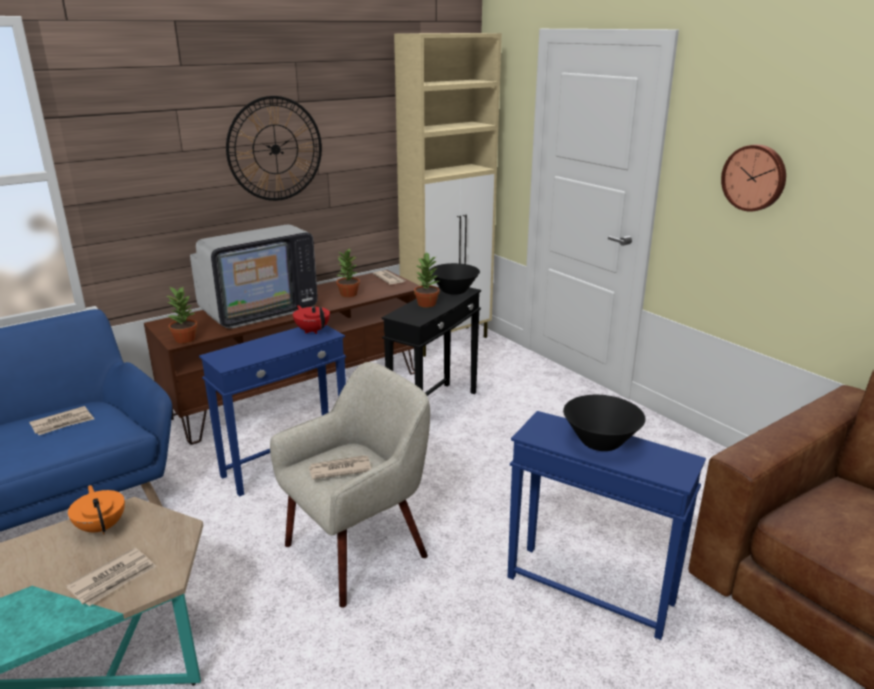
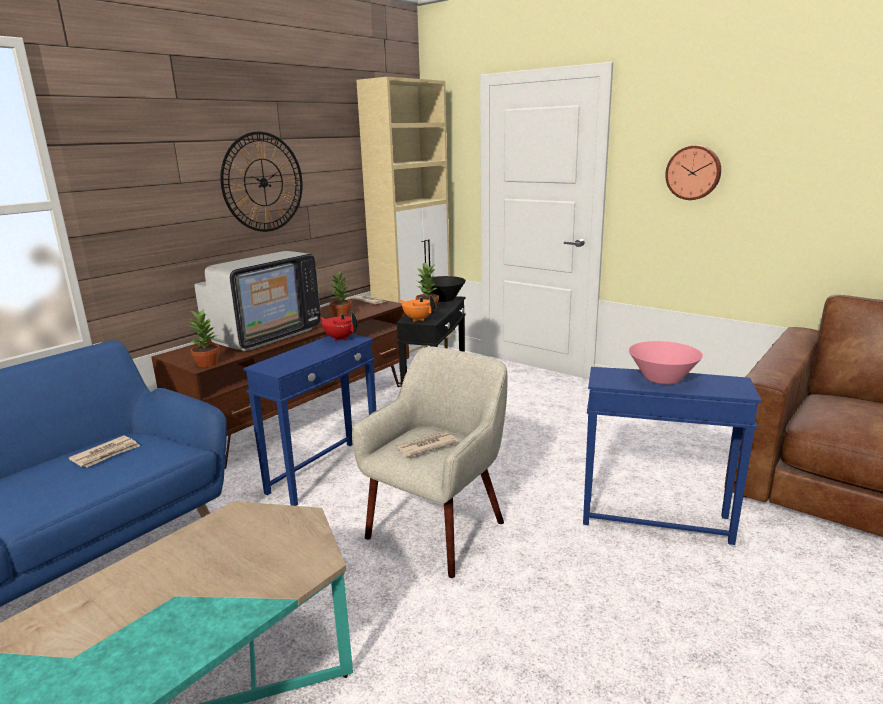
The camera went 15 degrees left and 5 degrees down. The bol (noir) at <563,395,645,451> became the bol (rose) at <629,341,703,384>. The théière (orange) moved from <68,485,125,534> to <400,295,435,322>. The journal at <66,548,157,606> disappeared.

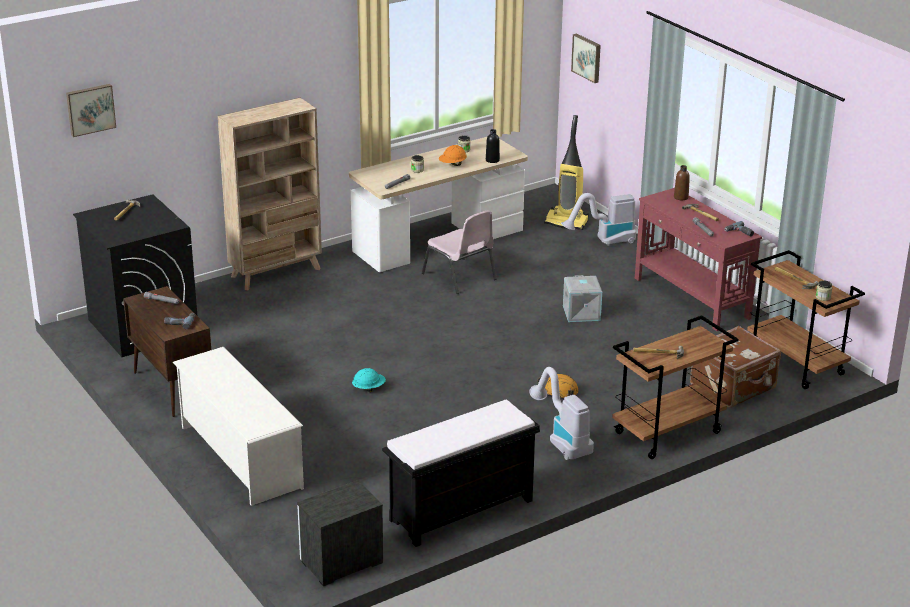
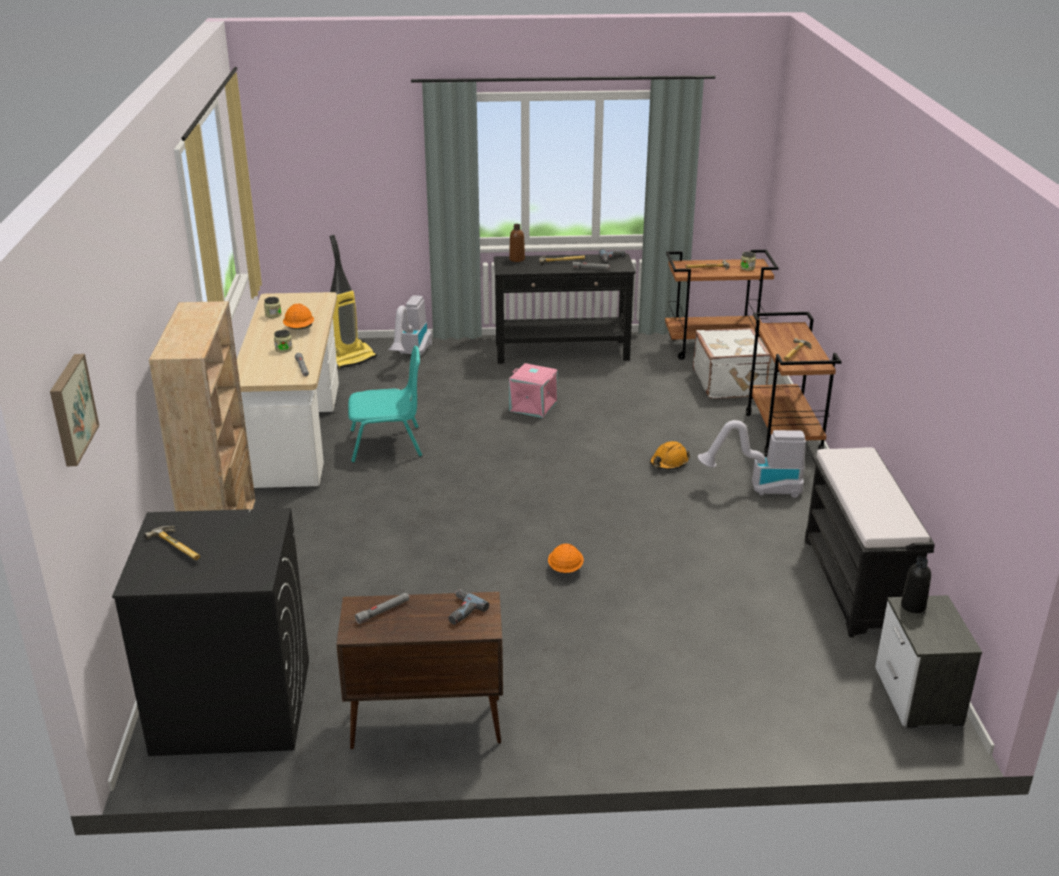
The camera went 60 degrees left and 0 degrees up. The tableau at <571,33,601,83> disappeared. The bouteille (noir) moved from <486,129,500,163> to <901,557,931,613>. The table console (rouge) at <635,188,762,331> became the table console (noir) at <494,254,635,364>. The chaise (rose) at <422,211,497,294> became the chaise (turquoise) at <348,346,422,463>. The boîte de rangement (gris) at <563,275,602,322> became the boîte de rangement (rose) at <509,363,558,418>. The valise (marron) at <690,326,781,408> became the valise (blanc) at <693,328,771,399>. The étagère à chaussures (blanc) at <173,347,304,506> disappeared. The casque de chantier (turquoise) at <352,368,386,392> became the casque de chantier (orange) at <548,544,584,573>.

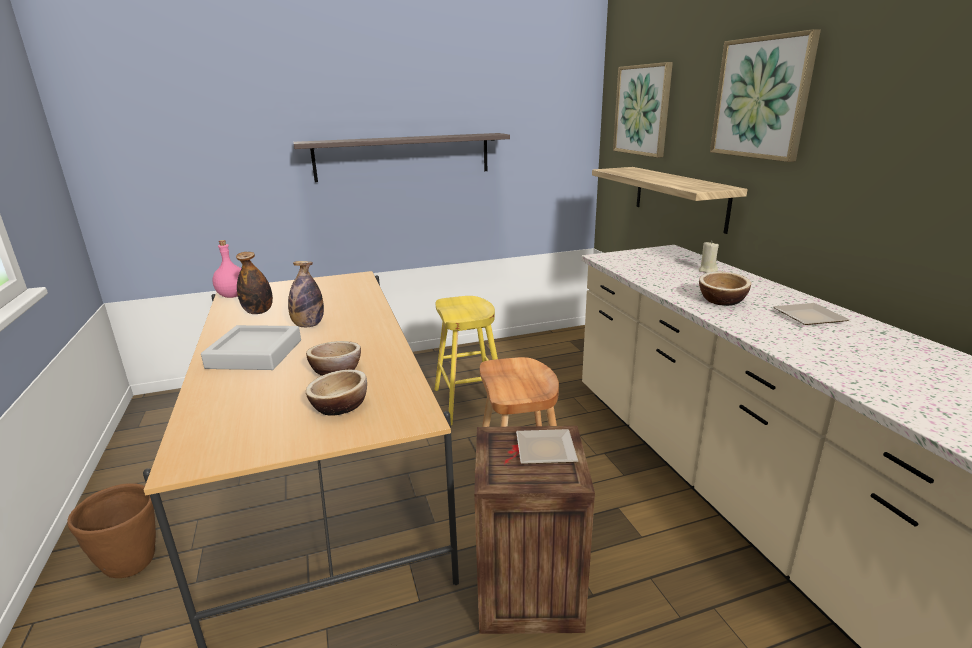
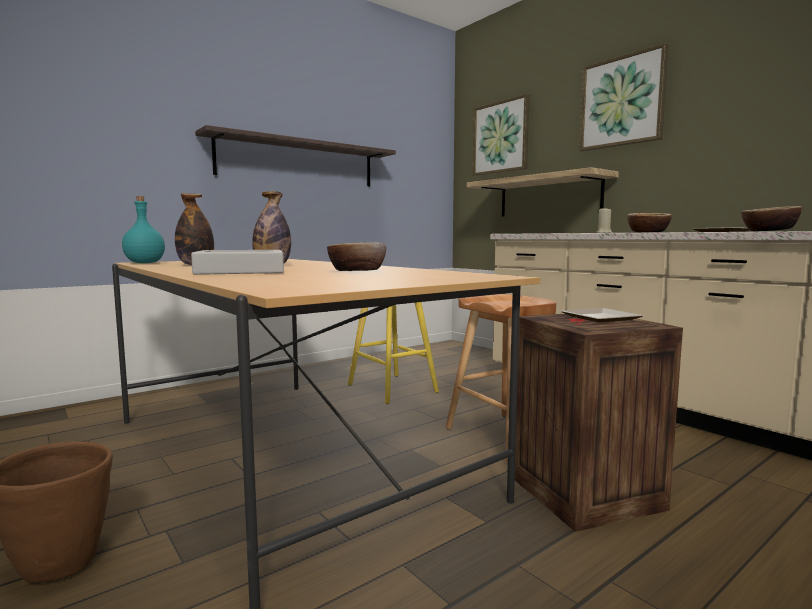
The camera went 20 degrees left and 15 degrees down. The bouteille (rose) at <212,240,241,298> became the bouteille (turquoise) at <122,196,165,263>. The bol moved from <306,370,367,416> to <741,206,802,231>.

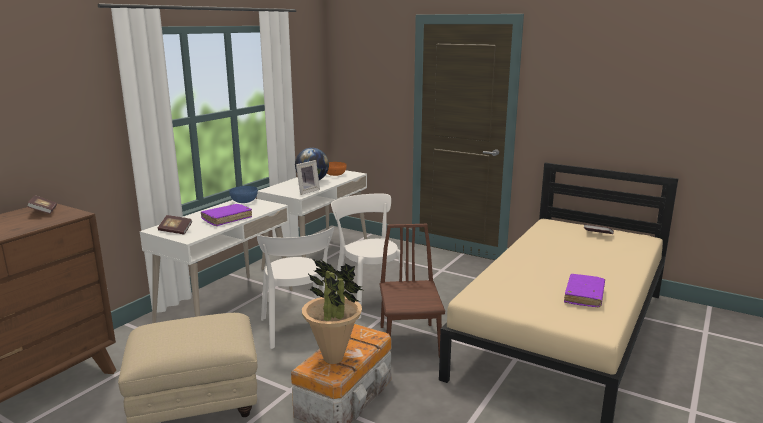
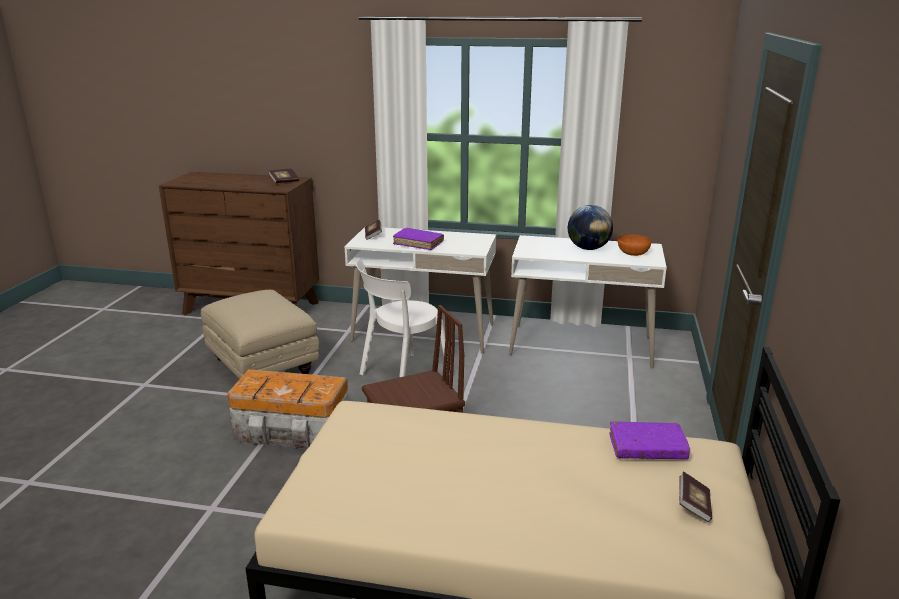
The camera went 70 degrees right and 5 degrees up. The cadre photo at <296,160,320,195> disappeared. The bol (bleu) at <229,186,258,203> disappeared. The chaise (blanc) at <331,194,406,319> disappeared. The plante en pot at <302,258,362,364> disappeared. The livre (violet) moved from <564,274,605,307> to <609,421,690,459>.

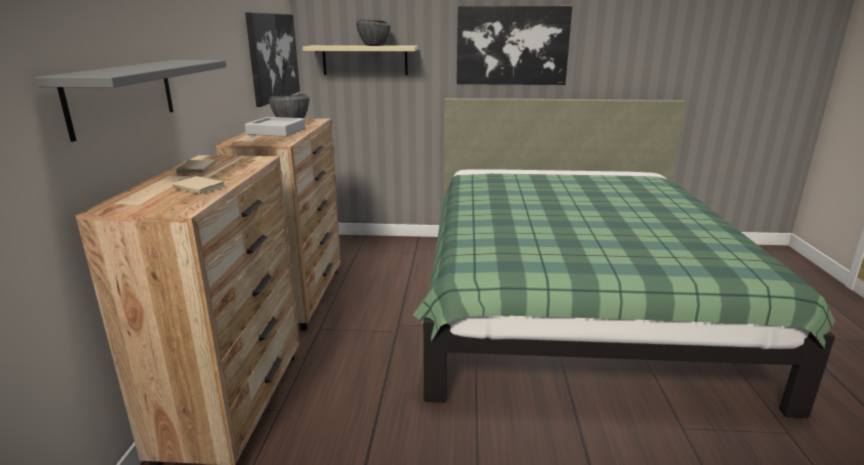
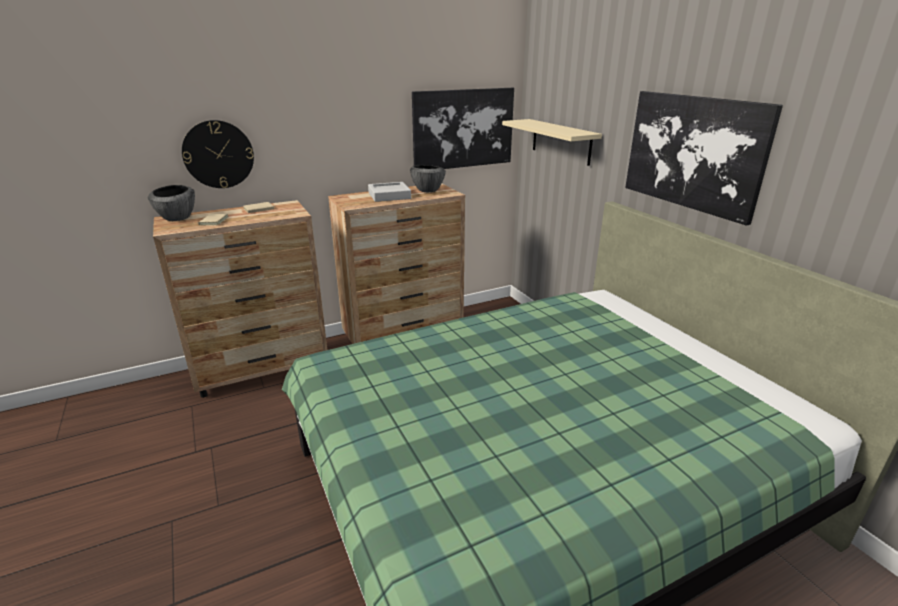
The camera went 60 degrees right and 5 degrees up. The bol moved from <356,20,390,46> to <148,185,195,221>. The étagère (gris) at <35,60,226,142> was replaced by the horloge murale at <182,120,254,188>.

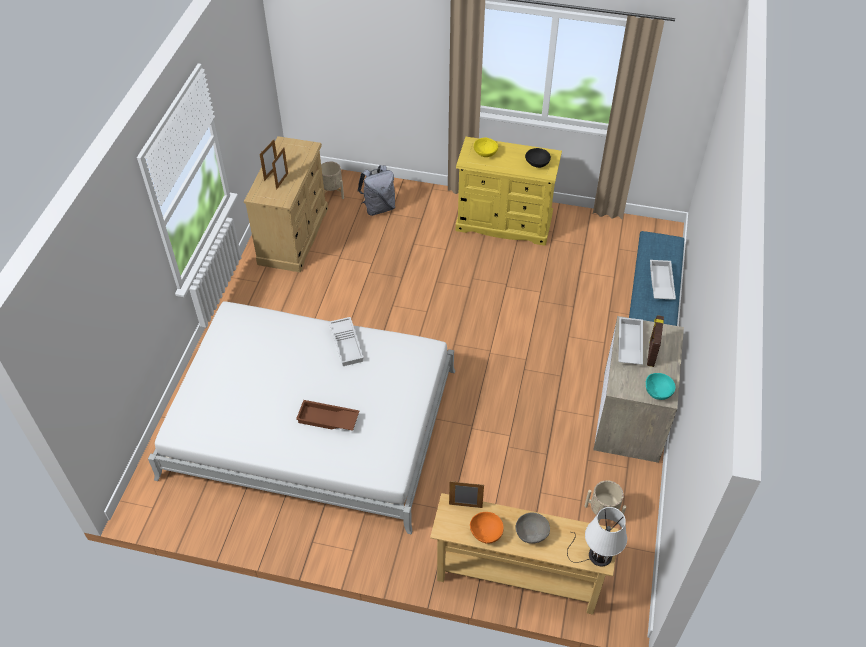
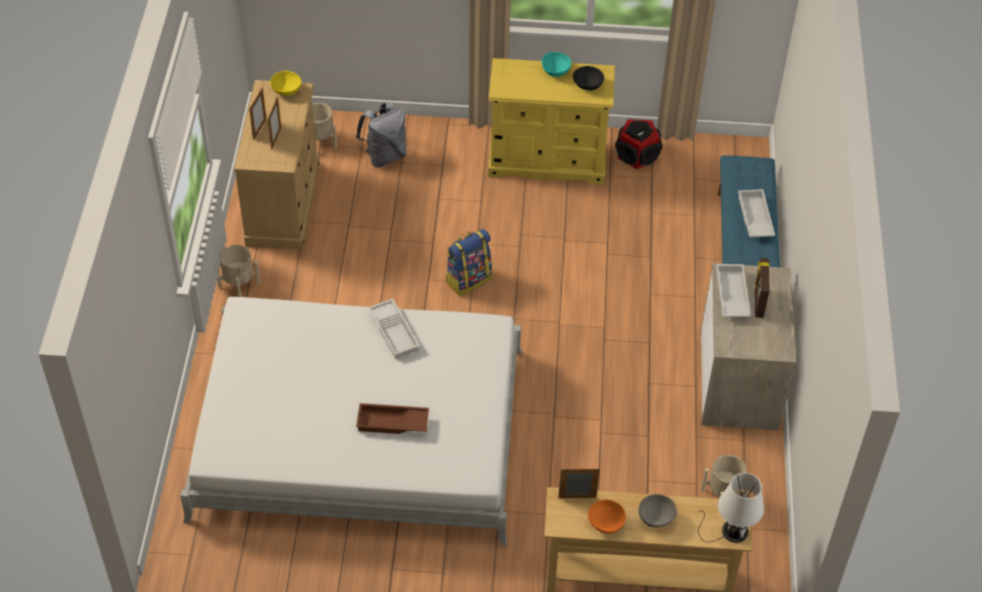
The camera went 10 degrees left and 0 degrees up. The bol (jaune) moved from <474,138,498,157> to <270,71,302,96>. The bol (turquoise) moved from <646,373,675,400> to <542,52,571,77>. The enceinte at <615,119,663,169> appeared. The sac à dos at <446,229,492,296> appeared. The cache-pot (beige) at <217,245,261,297> appeared.

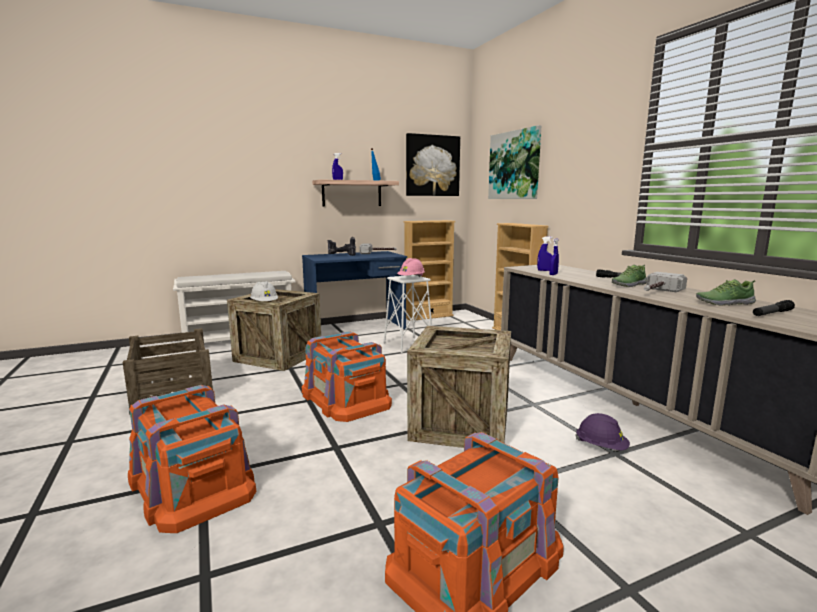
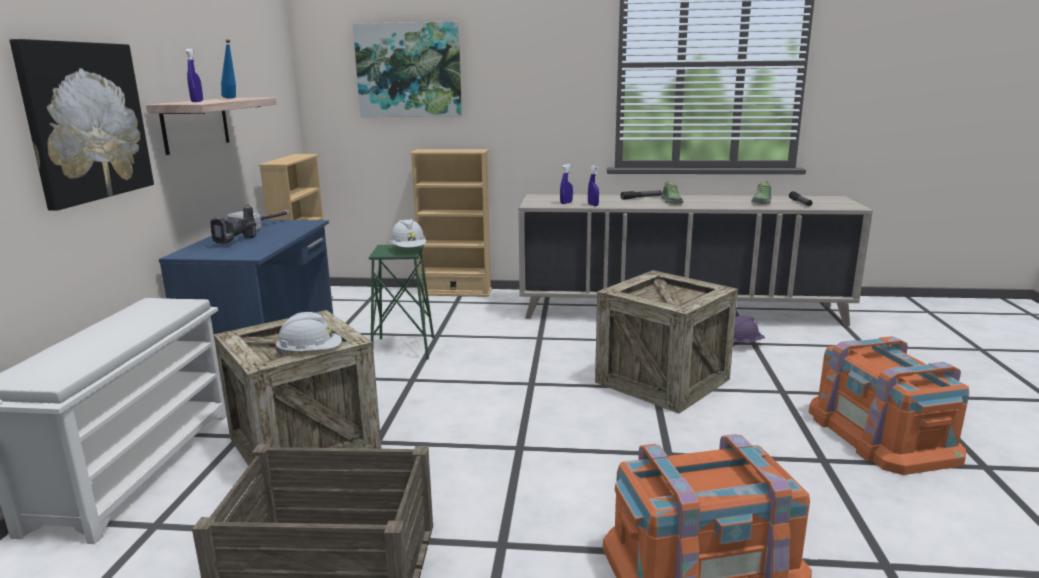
The camera went 60 degrees left and 5 degrees up. The tableau moved from <406,133,460,196> to <9,39,154,211>. The casque de chantier (rose) at <397,258,425,277> became the casque de chantier (blanc) at <390,219,426,247>. The marteau at <644,272,687,292> disappeared. The tabouret (blanc) at <384,275,432,353> became the tabouret (vert) at <369,245,434,359>. The boîte de rangement (orange) at <302,331,392,422> disappeared.

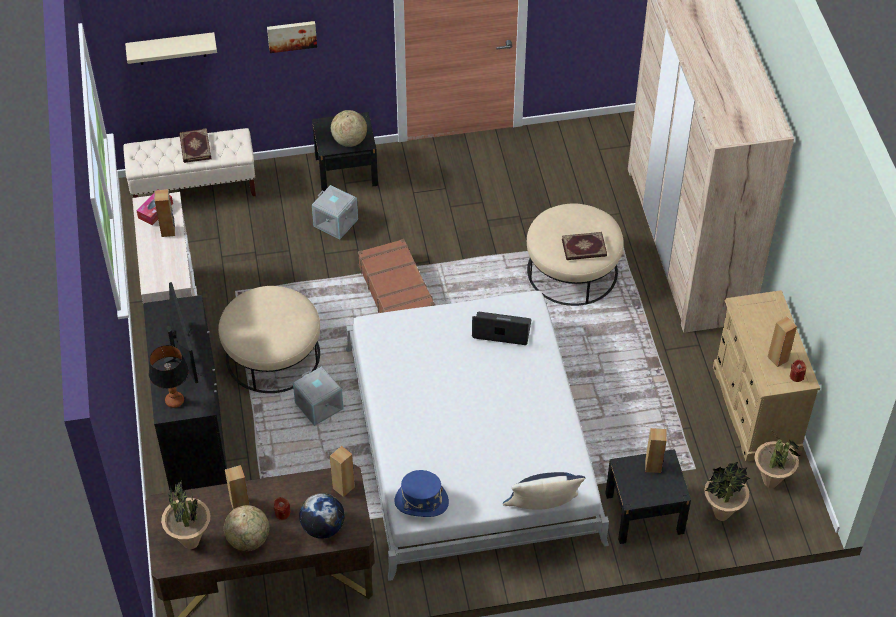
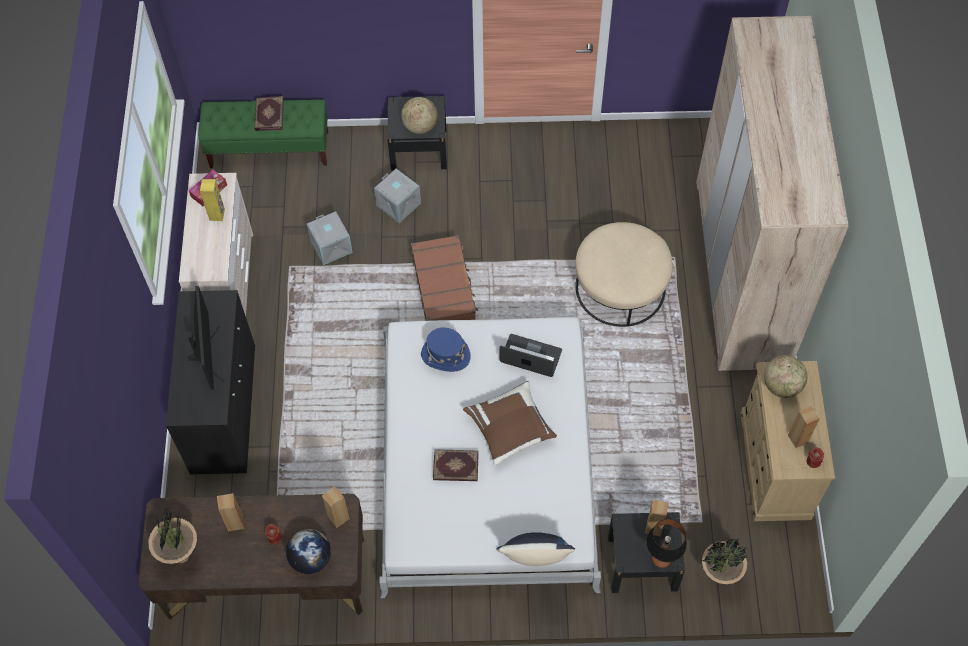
The camera went 10 degrees right and 10 degrees up. The tableau at <267,21,317,53> disappeared. The étagère (beige) at <125,32,217,65> disappeared. The banc (beige) at <123,128,256,198> became the banc (vert) at <198,99,328,168>. The enceinte (marron) at <155,189,175,237> became the enceinte (jaune) at <200,179,225,221>. The livre moved from <562,232,607,260> to <433,449,479,481>. The pouf (beige) at <218,286,320,393> disappeared. The lampe de table moved from <149,345,189,408> to <646,519,687,568>. The boîte de rangement (gris) moved from <293,366,344,426> to <307,211,353,265>. The plante en pot at <754,432,800,488> disappeared. The chapeau (bleu) moved from <394,470,449,517> to <421,327,471,372>. The globe moved from <224,505,269,551> to <764,355,807,398>. The coussin (marron) at <463,381,557,465> appeared.

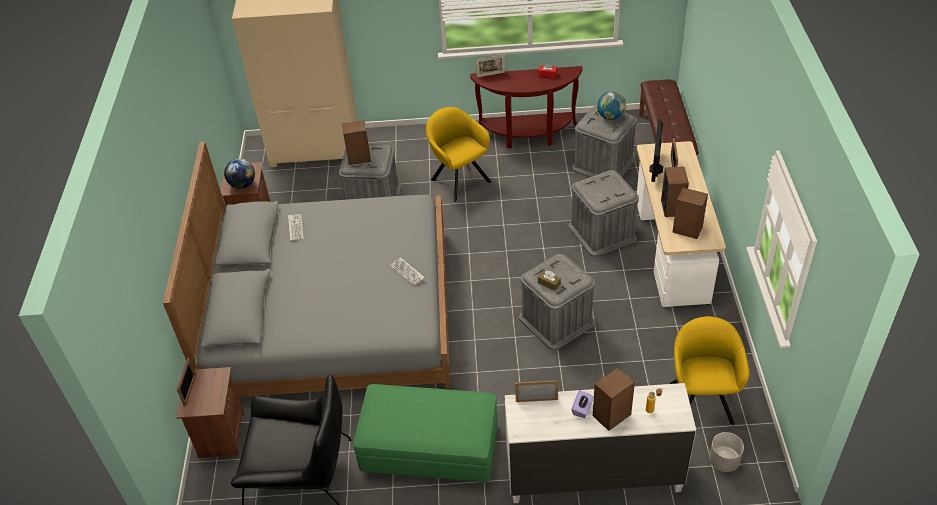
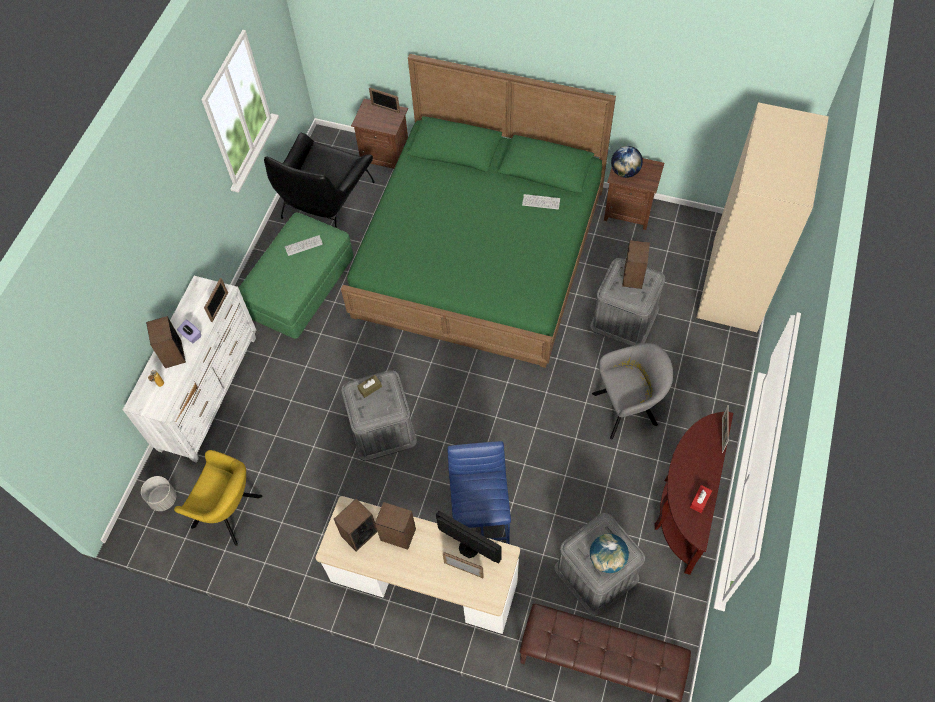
The camera went 110 degrees right and 15 degrees up. The fauteuil (jaune) at <426,107,491,202> became the fauteuil (gris) at <592,343,673,439>. The lit (gris) at <163,142,450,397> became the lit (vert) at <341,54,616,368>. The boîte de rangement (gris) at <569,170,639,257> was replaced by the tabouret (bleu) at <447,441,511,544>. The clavier moved from <390,257,425,286> to <285,235,323,256>.

